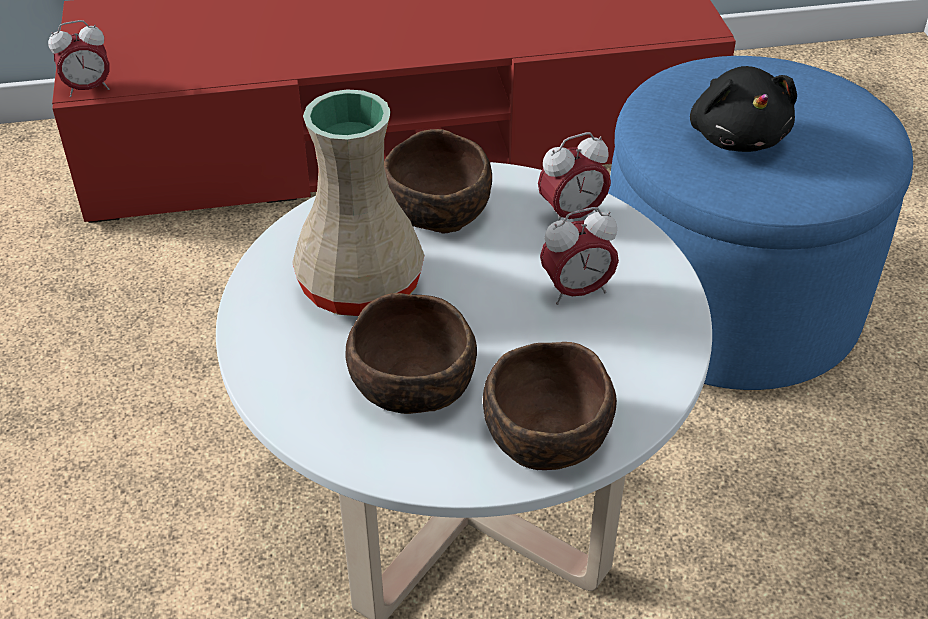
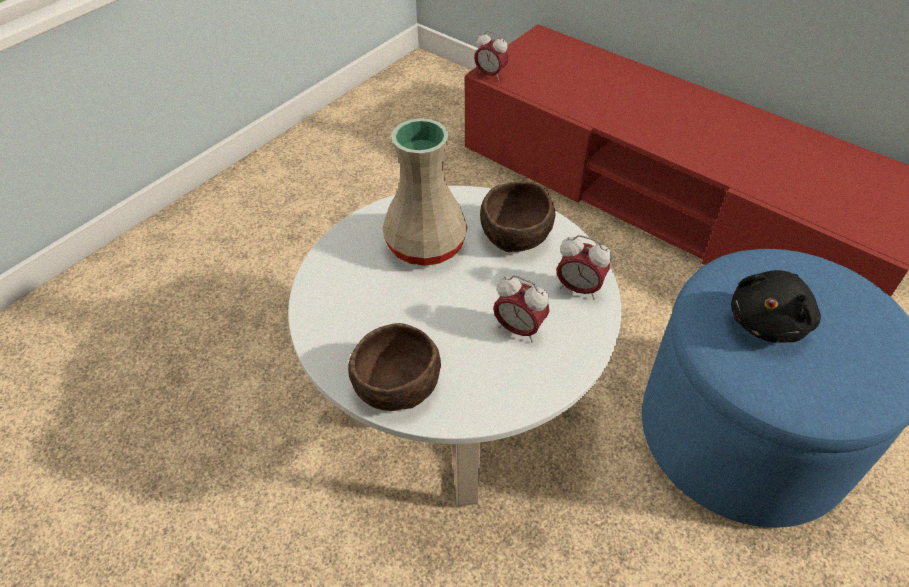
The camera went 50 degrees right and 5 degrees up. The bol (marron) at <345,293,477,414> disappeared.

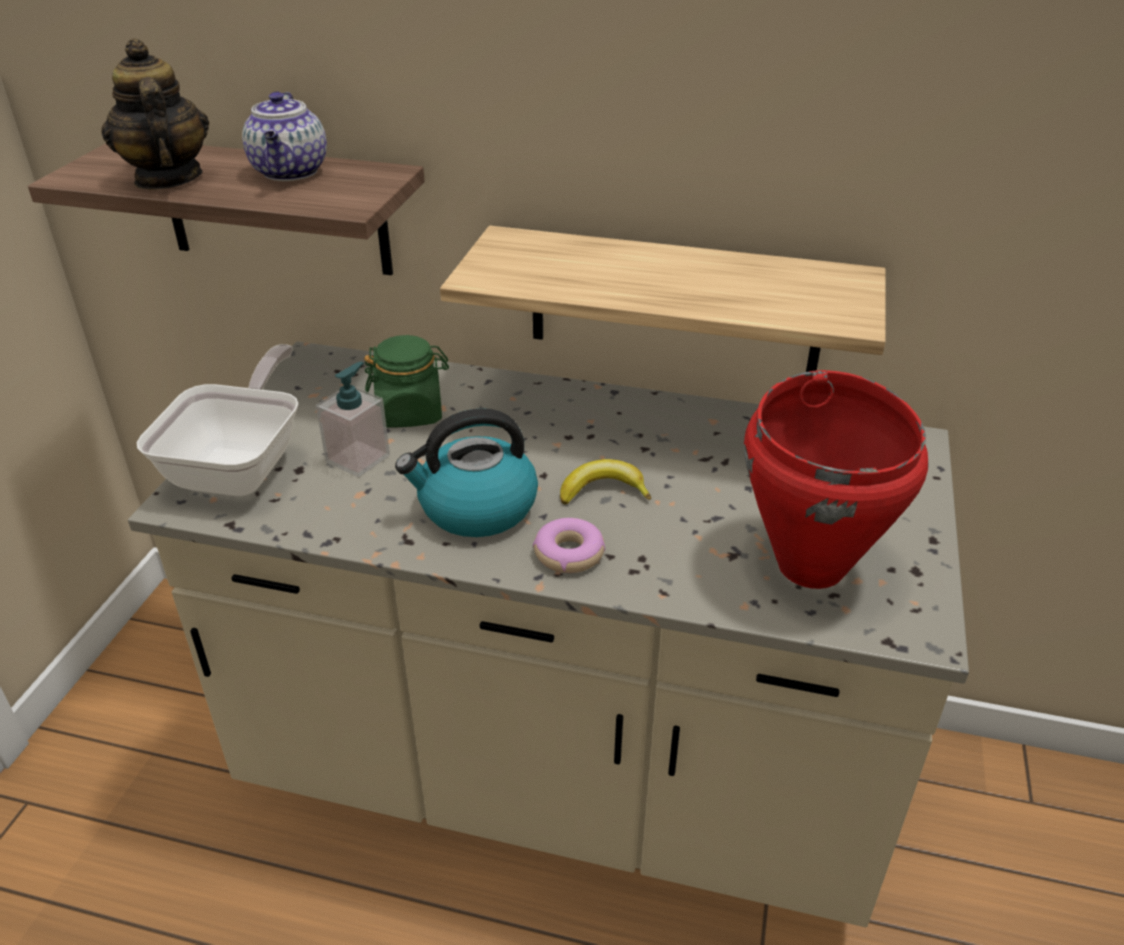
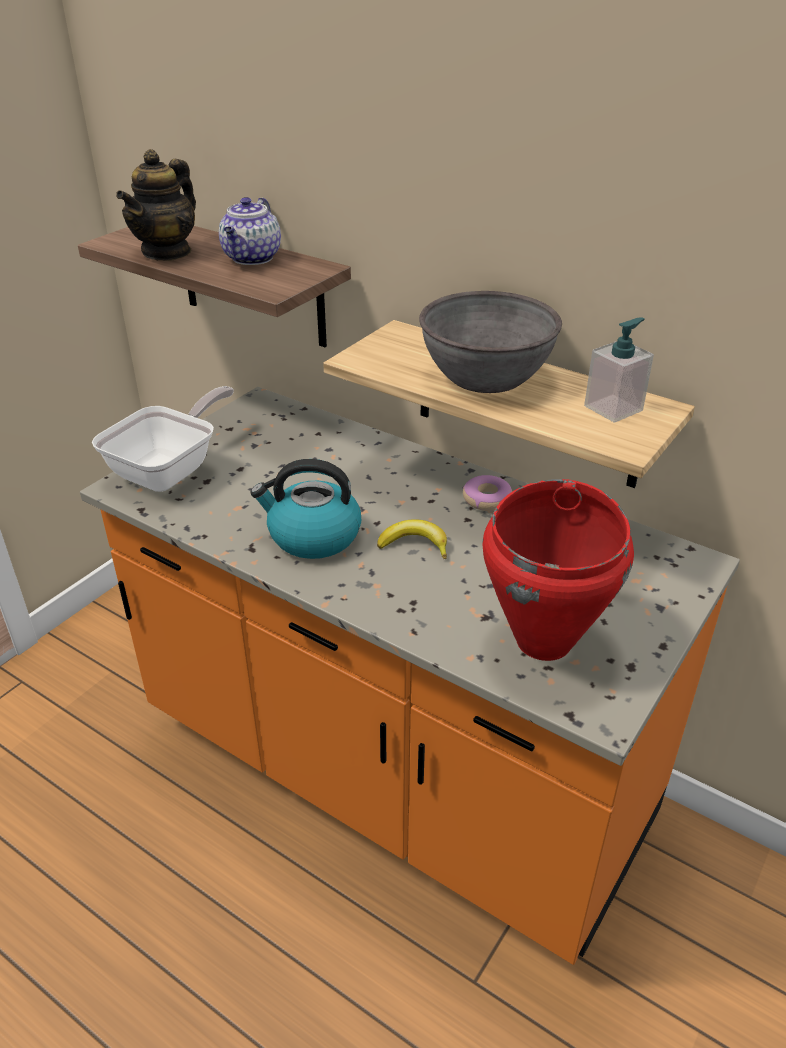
The camera went 20 degrees right and 0 degrees up. The théière at <101,38,209,190> turned 150 degrees counterclockwise. The bocal (vert) at <364,335,449,427> disappeared. The comptoir de cuisine (beige) at <128,341,969,927> became the comptoir de cuisine (orange) at <80,387,740,965>. The distributeur de savon moved from <316,362,390,477> to <584,317,654,423>. The beignet moved from <533,518,605,573> to <463,475,512,511>. The bol (gris) at <419,291,562,393> appeared.

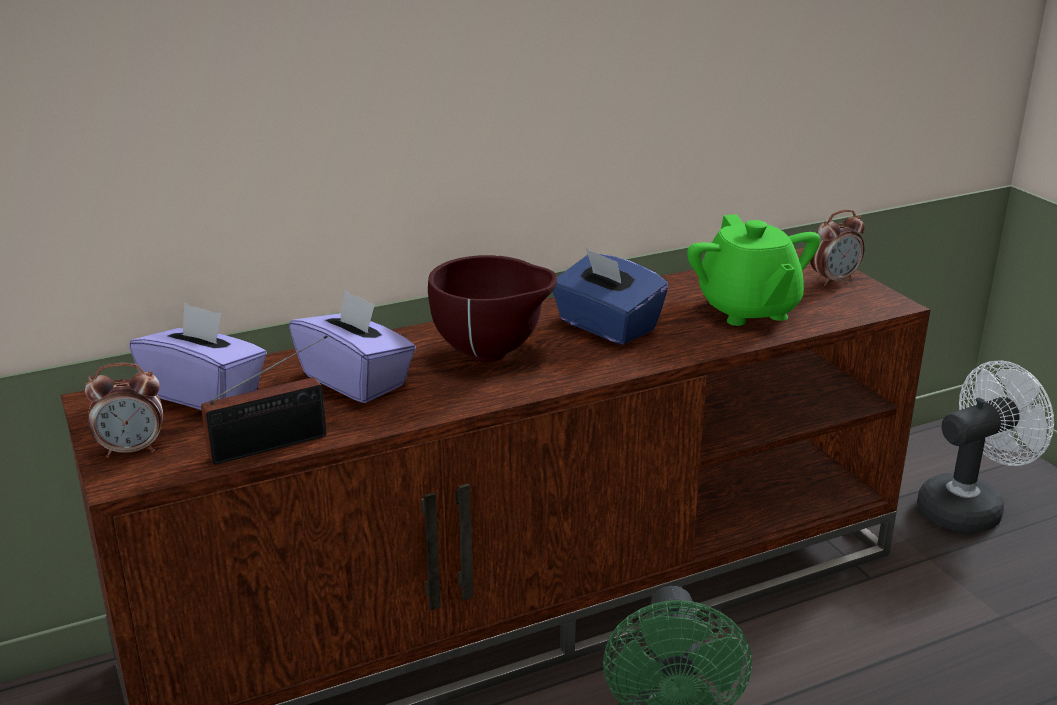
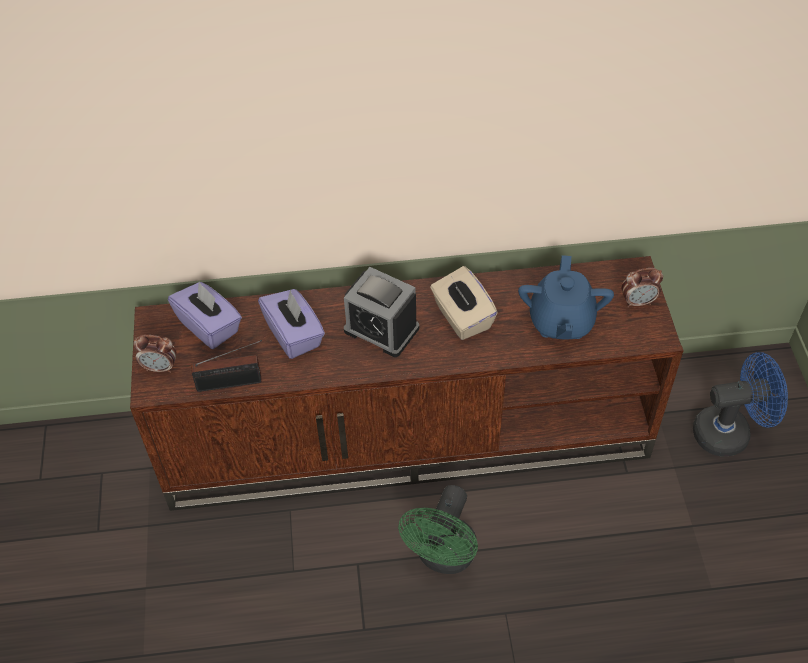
The camera went 20 degrees right and 25 degrees up. The théière (vert) at <687,214,820,326> became the théière (bleu) at <518,255,614,339>. The boîte à mouchoirs (bleu) at <553,248,669,345> became the boîte à mouchoirs (beige) at <430,266,498,340>. The bol (marron) at <428,255,557,362> was replaced by the réveil at <344,267,419,357>. The ventilateur (blanc) at <917,360,1054,533> became the ventilateur (bleu) at <693,352,788,456>.

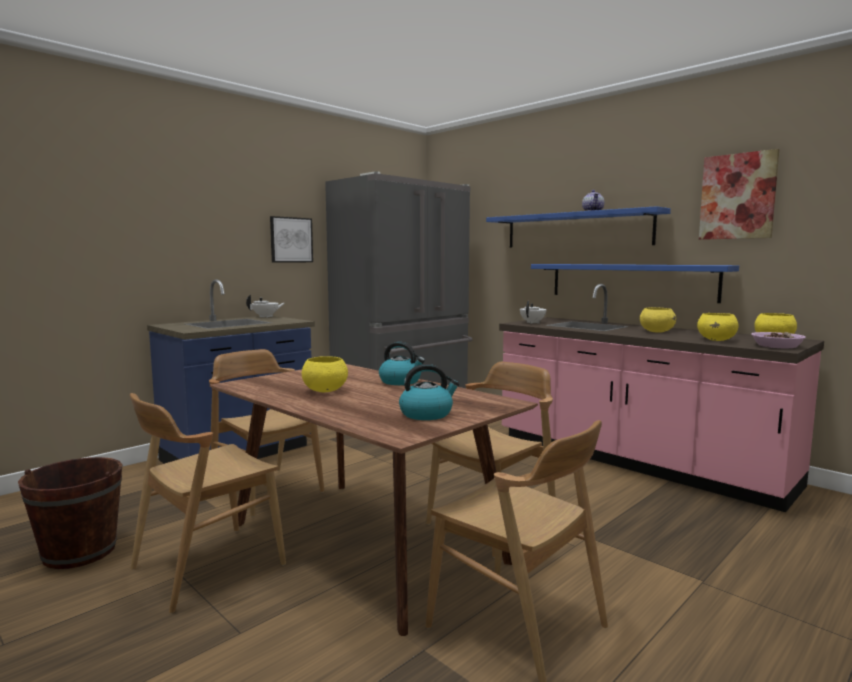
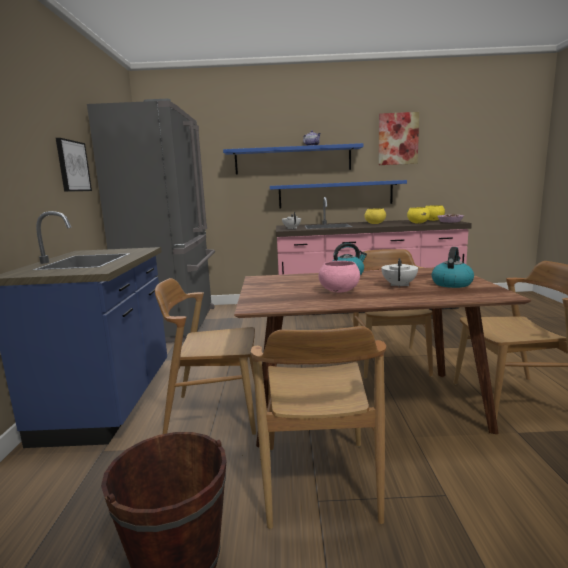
The camera went 45 degrees left and 5 degrees up. The théière (blanc) moved from <246,294,285,318> to <381,258,418,288>. The bol (jaune) at <302,356,348,392> became the bol (rose) at <318,261,360,293>.

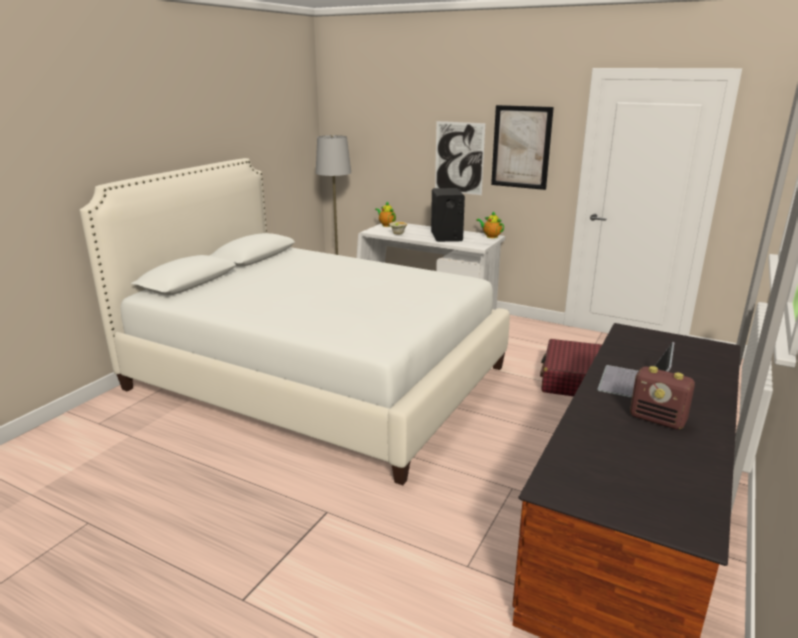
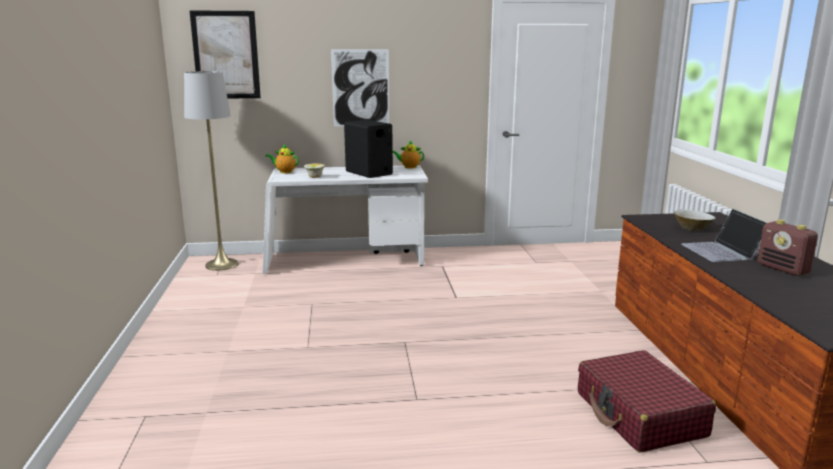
The camera went 35 degrees left and 5 degrees down. The tableau moved from <491,105,554,190> to <189,10,261,98>. The lit (blanc) at <79,158,510,485> disappeared. The valise (rouge) moved from <540,339,602,397> to <578,350,716,453>. The radio at <630,366,695,430> turned 60 degrees clockwise. The bol (beige) at <674,209,716,231> appeared.

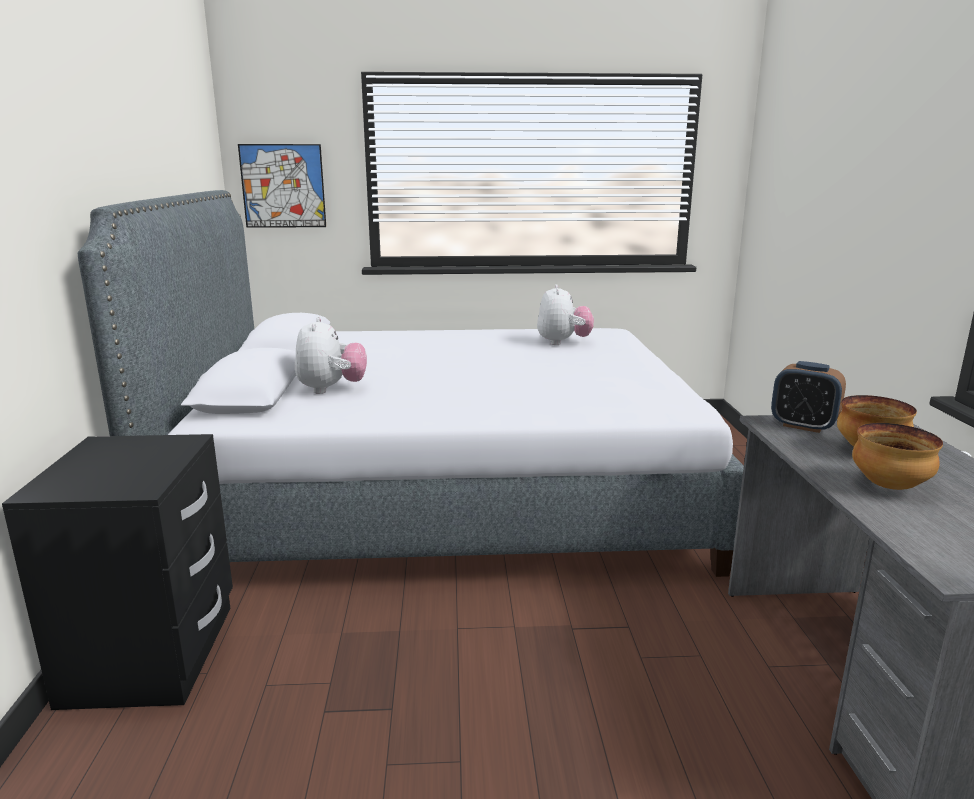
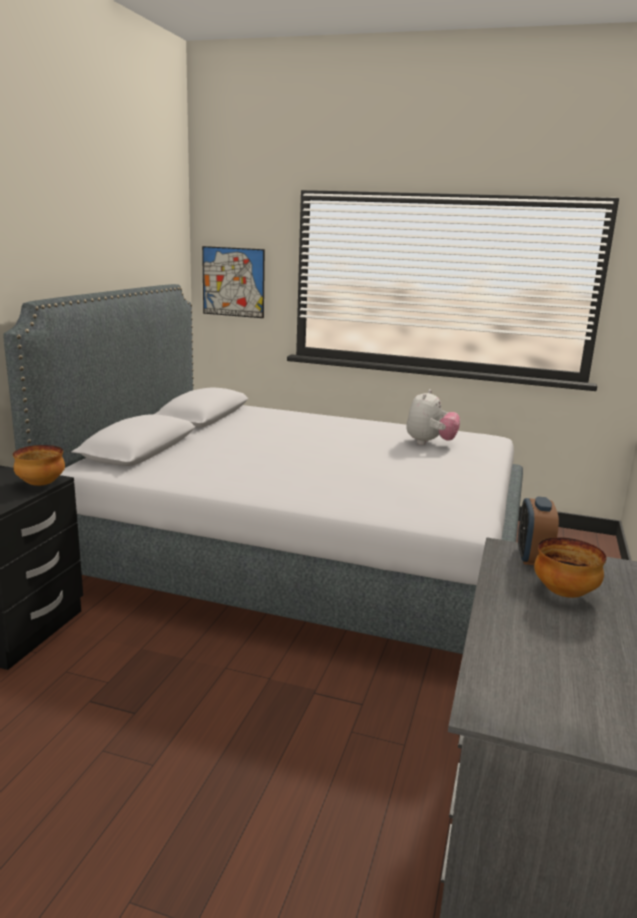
The camera went 20 degrees right and 0 degrees up. The peluche at <295,317,367,394> disappeared. The réveil at <771,361,846,433> turned 45 degrees clockwise. The bol moved from <852,423,943,490> to <13,445,65,486>.

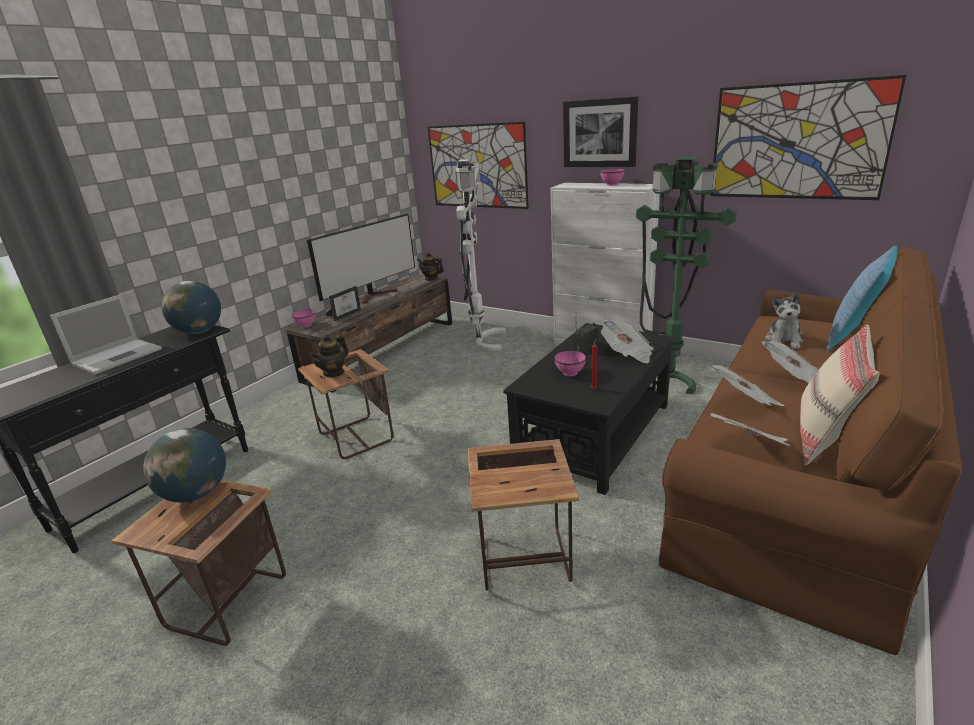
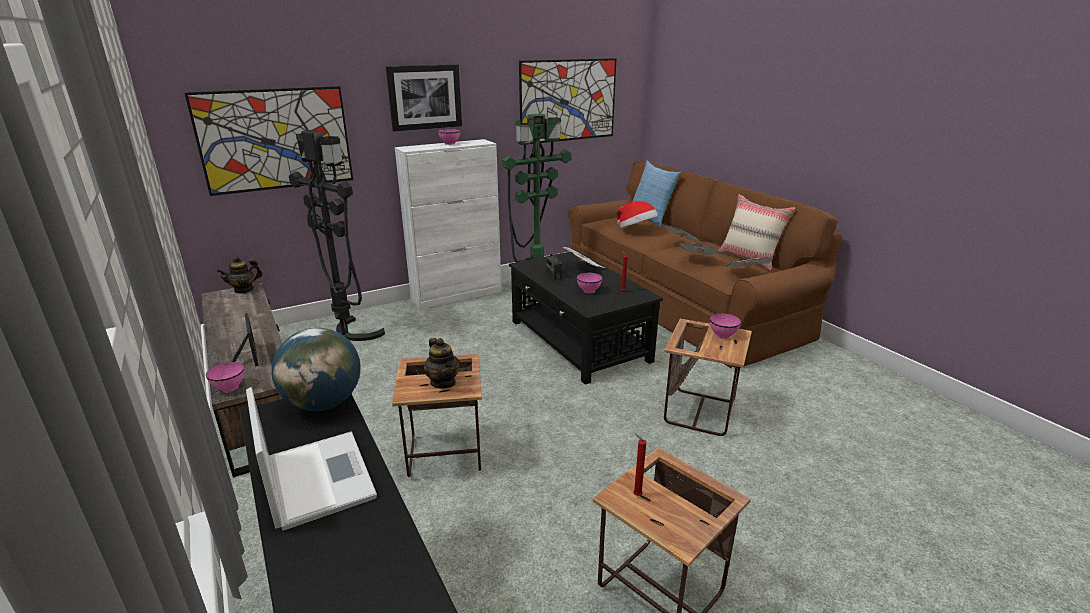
The camera went 65 degrees left and 0 degrees up. The lampadaire (blanc) at <456,159,506,351> became the lampadaire (noir) at <289,130,385,341>. The téléviseur at <307,213,415,304> disappeared. The peluche at <765,292,803,349> was replaced by the chapeau at <617,201,658,228>. The globe at <143,428,226,503> was replaced by the bougie (rouge) at <633,434,646,496>. The bol (rose) at <710,313,741,339> appeared.

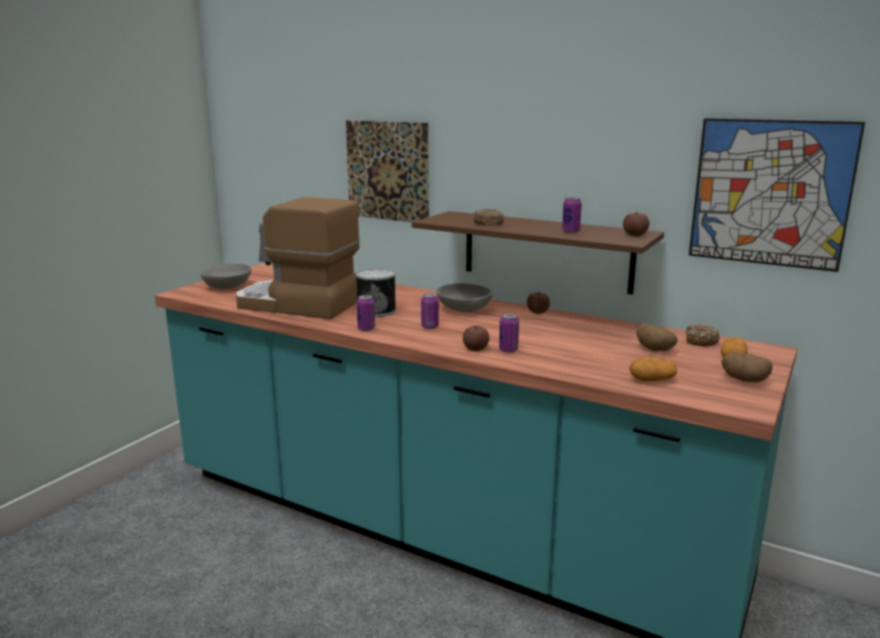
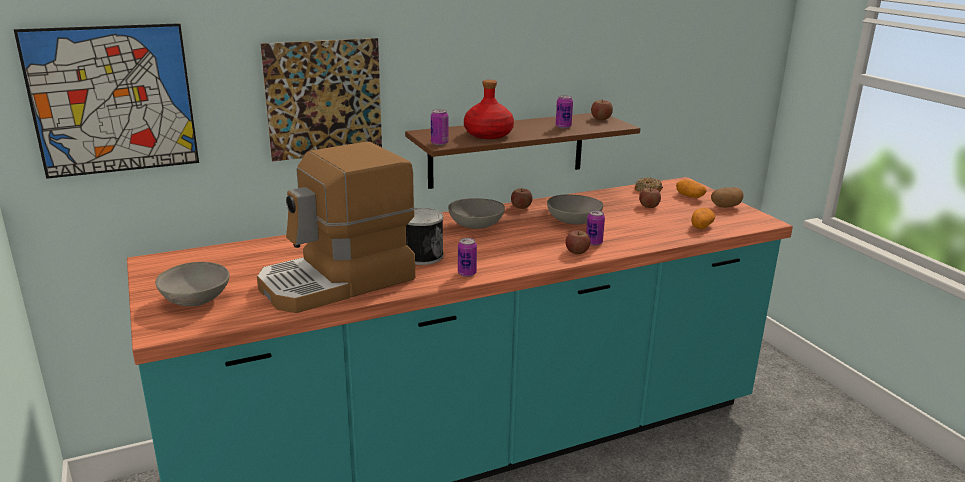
The camera went 55 degrees left and 5 degrees up. The tableau moved from <689,118,865,272> to <14,23,199,179>. The beignet at <473,208,504,226> was replaced by the bouteille (rouge) at <464,80,514,139>. The boîte métallique moved from <421,293,439,329> to <431,109,448,145>. The pomme de terre at <636,324,678,351> was replaced by the pomme at <639,188,661,208>. The bol (gris) at <547,195,603,225> appeared.

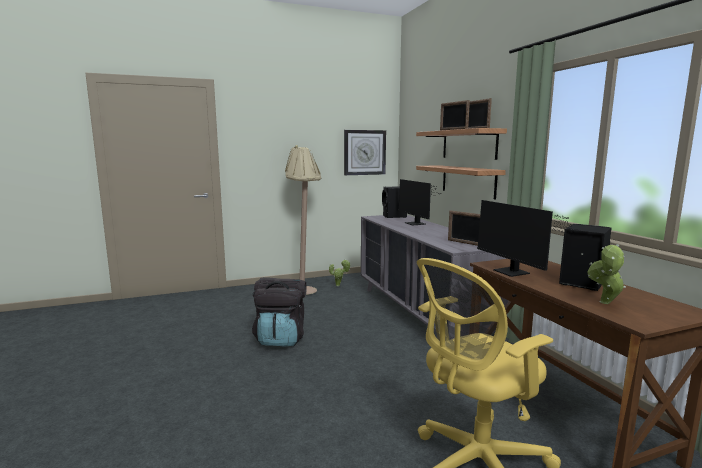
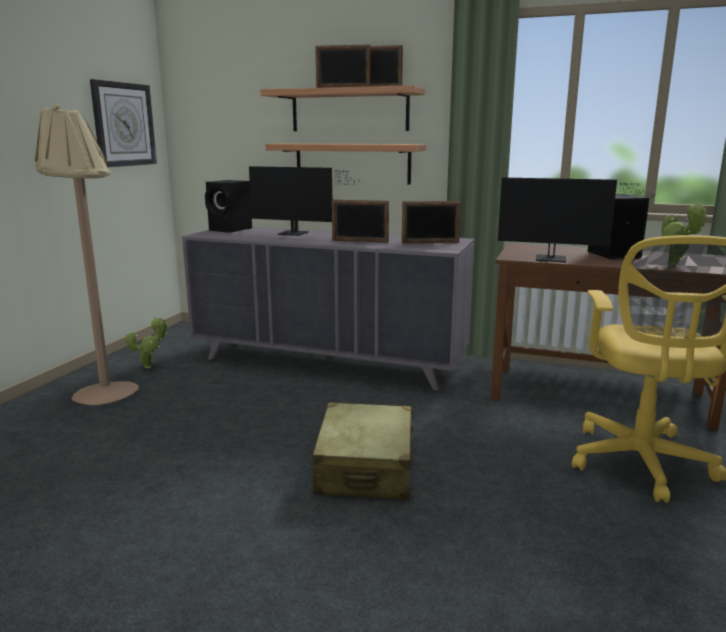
The camera went 50 degrees left and 5 degrees up. The sac à dos (noir) at <252,277,306,346> disappeared. The cadre photo at <332,200,389,242> appeared. The valise (beige) at <313,403,415,500> appeared.

